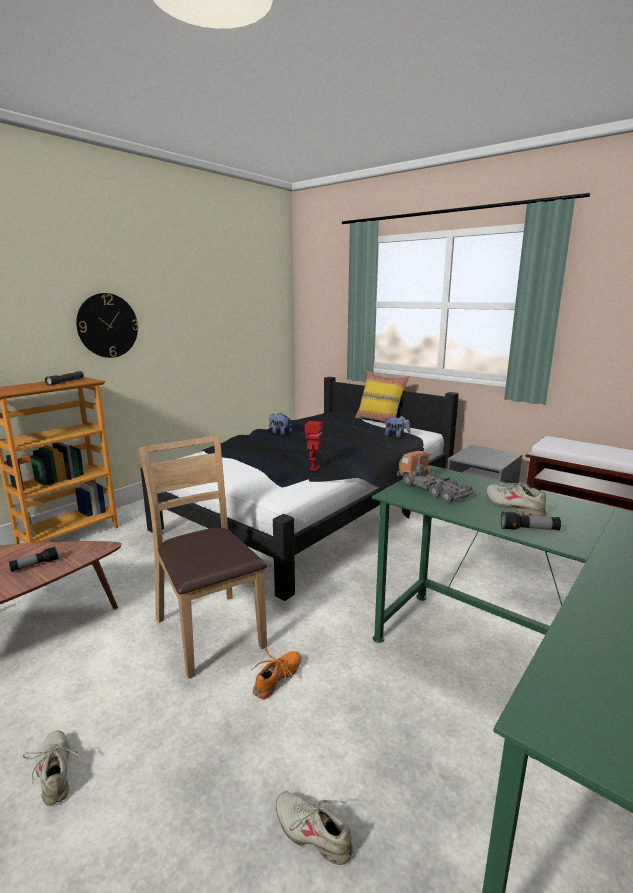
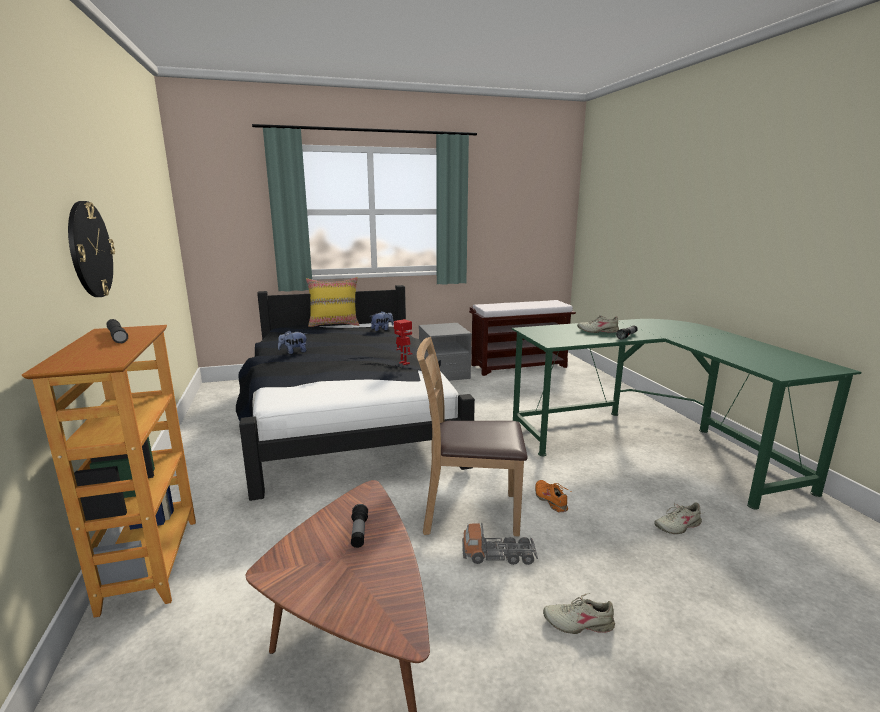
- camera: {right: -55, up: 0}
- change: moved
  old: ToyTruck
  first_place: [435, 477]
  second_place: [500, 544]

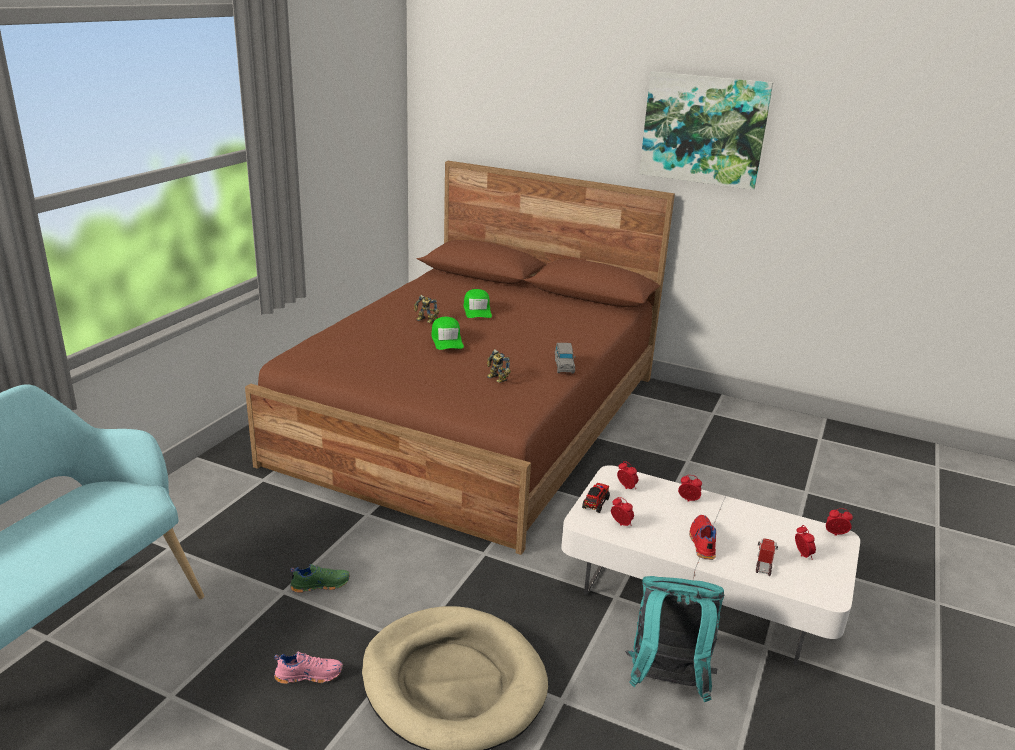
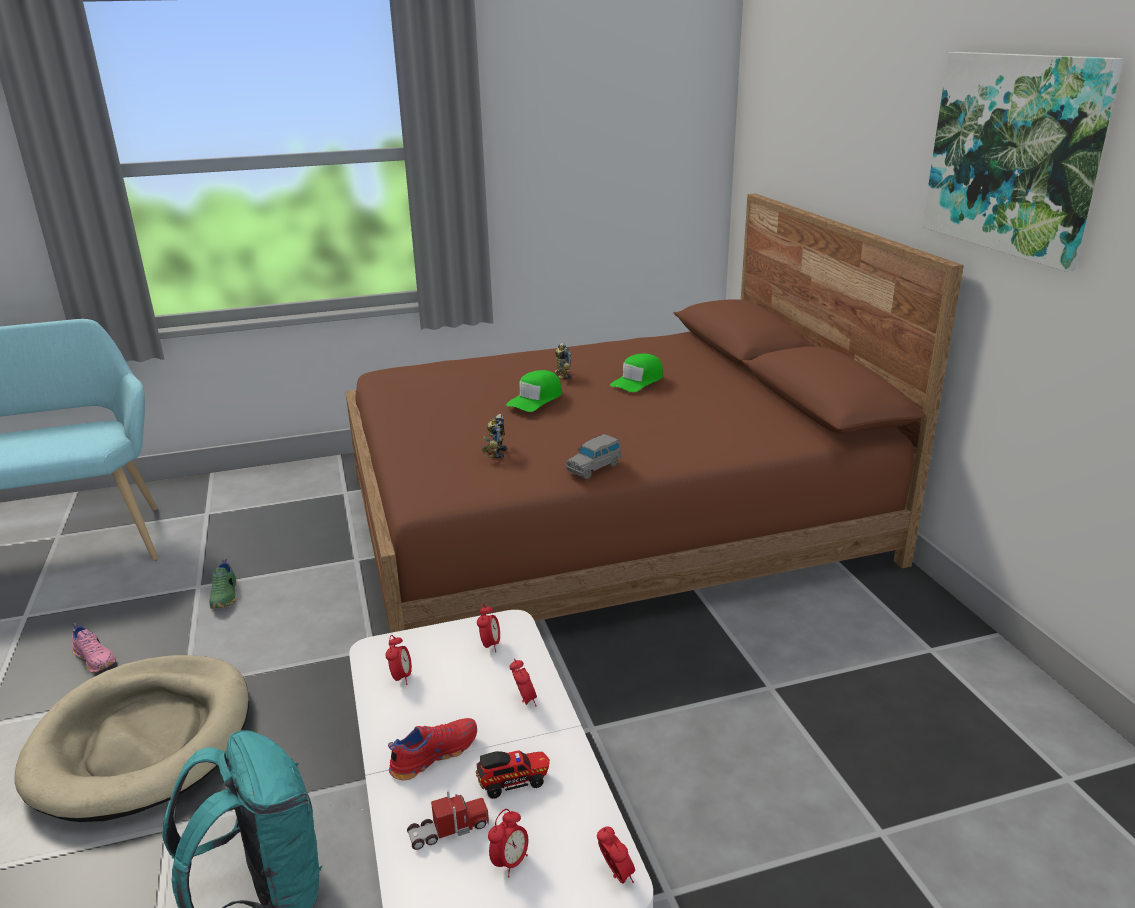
- camera: {right: 50, up: 0}
- change: moved
  old: ToyTruck
  first_place: [596, 498]
  second_place: [513, 774]
- change: turned
  old: GreenLowShoe
  first_place: [320, 578]
  second_place: [223, 584]
  degrees: 45

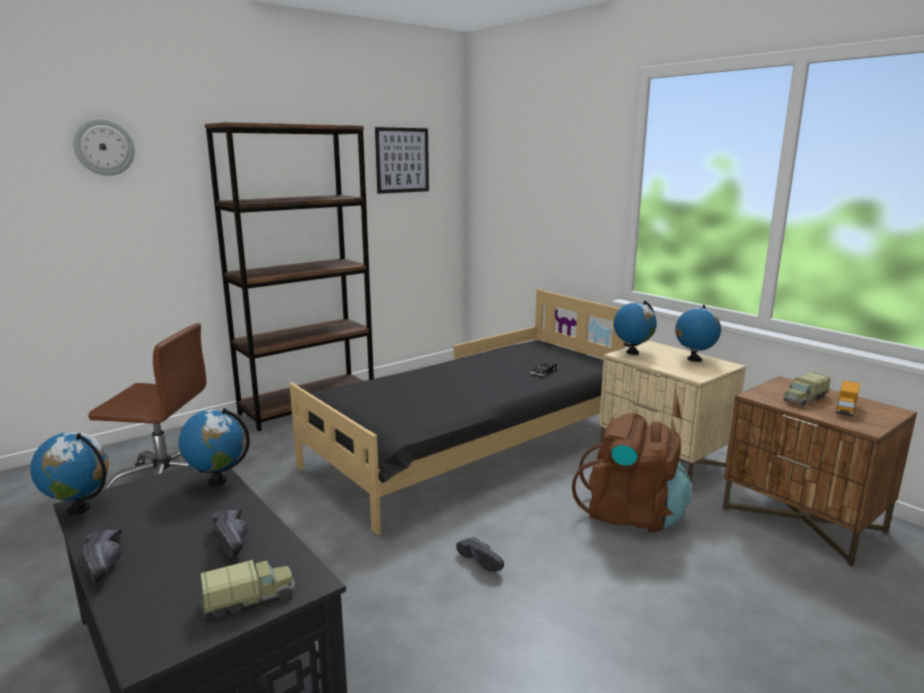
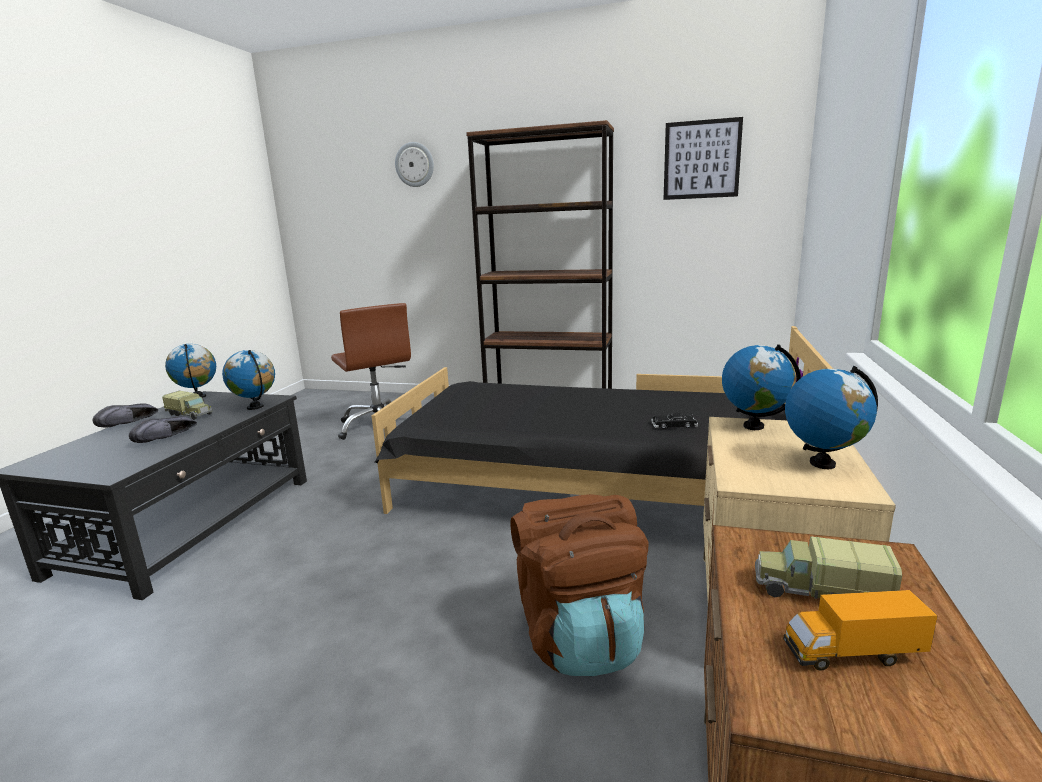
- camera: {right: 55, up: 0}
- change: removed
  old: BlackLowShoe
  first_place: [480, 554]
- change: moved
  old: ToyTruck
  first_place: [247, 589]
  second_place: [187, 405]

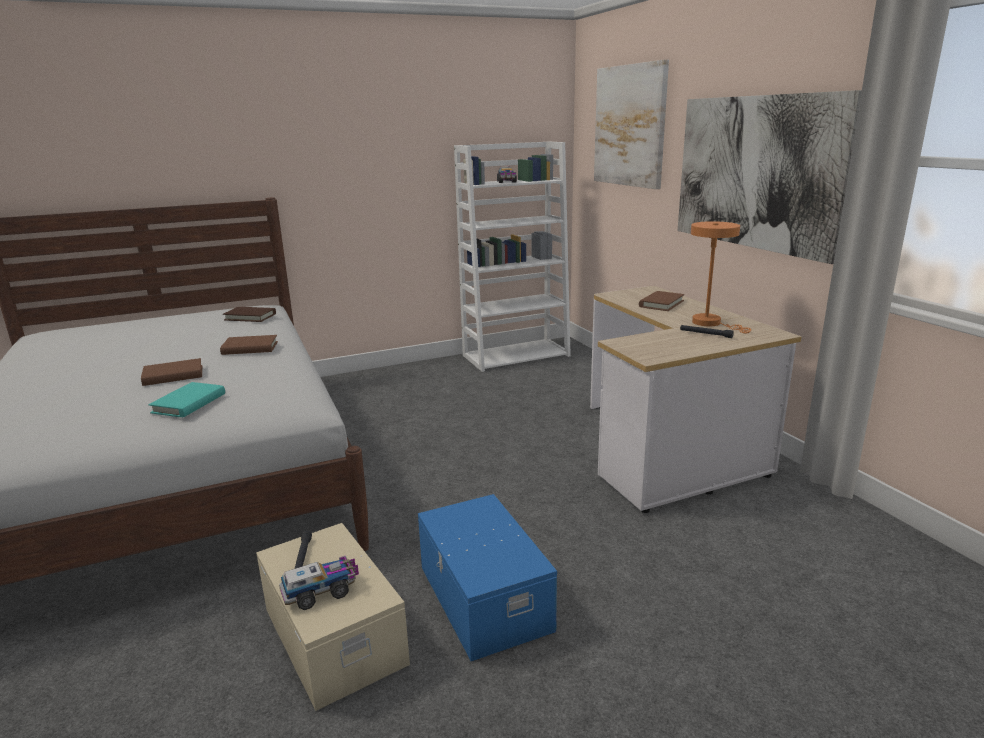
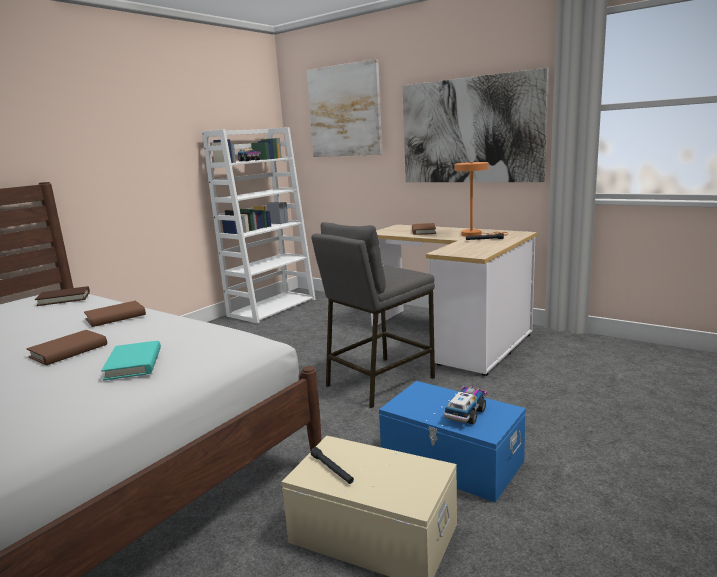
- camera: {right: -30, up: -5}
- change: moved
  old: ToyTruck
  first_place: [319, 582]
  second_place: [465, 405]
- change: added
  new: GreySittingStool
  second_place: [373, 315]

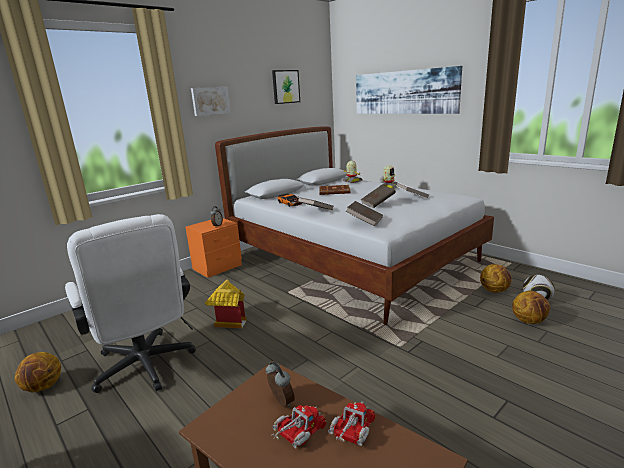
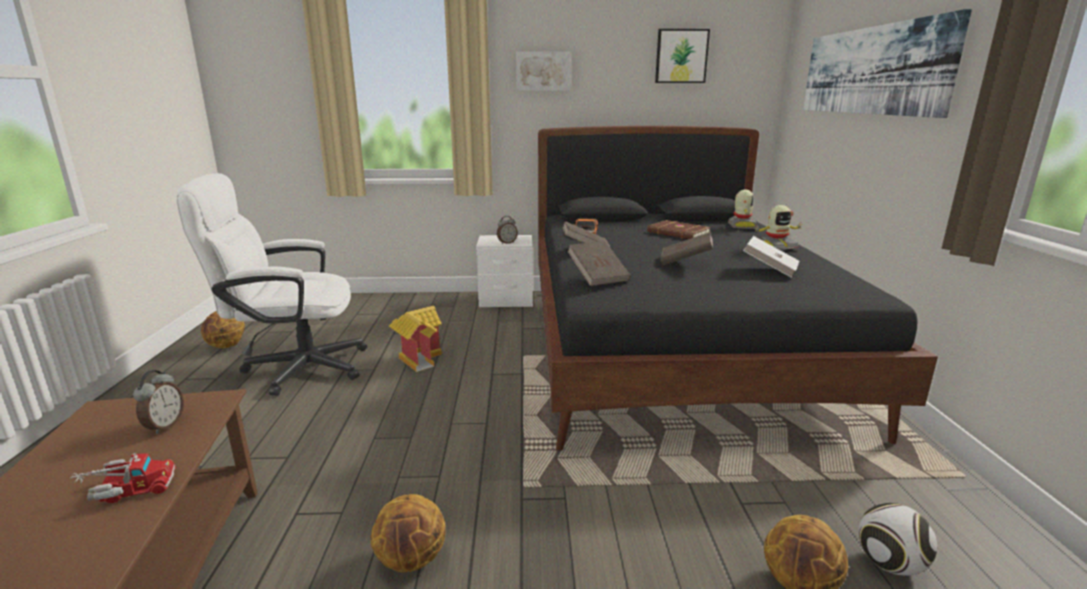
- camera: {right: 40, up: 0}
- change: recoloured
  old: WhiteColouredBed
  new: BlackBed
  first_place: [354, 225]
  second_place: [738, 288]
- change: turned
  old: WhiteColouredDeskChair
  first_place: [130, 303]
  second_place: [271, 284]
  degrees: 75
- change: recoloured
  old: OrangeBedsideTable
  new: WhiteColouredBedsideTable
  first_place: [214, 248]
  second_place: [504, 271]
- change: moved
  old: Basketball
  first_place: [496, 278]
  second_place: [408, 533]
- change: removed
  old: ToyTruck
  first_place: [299, 426]

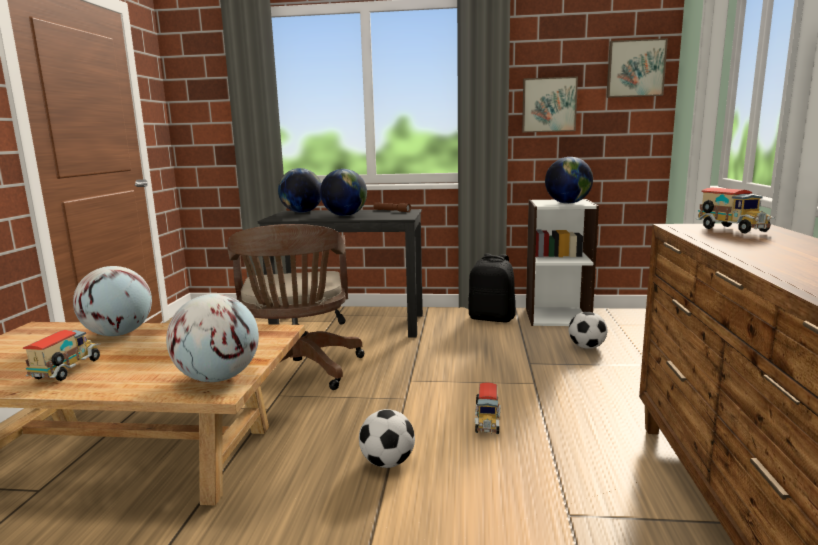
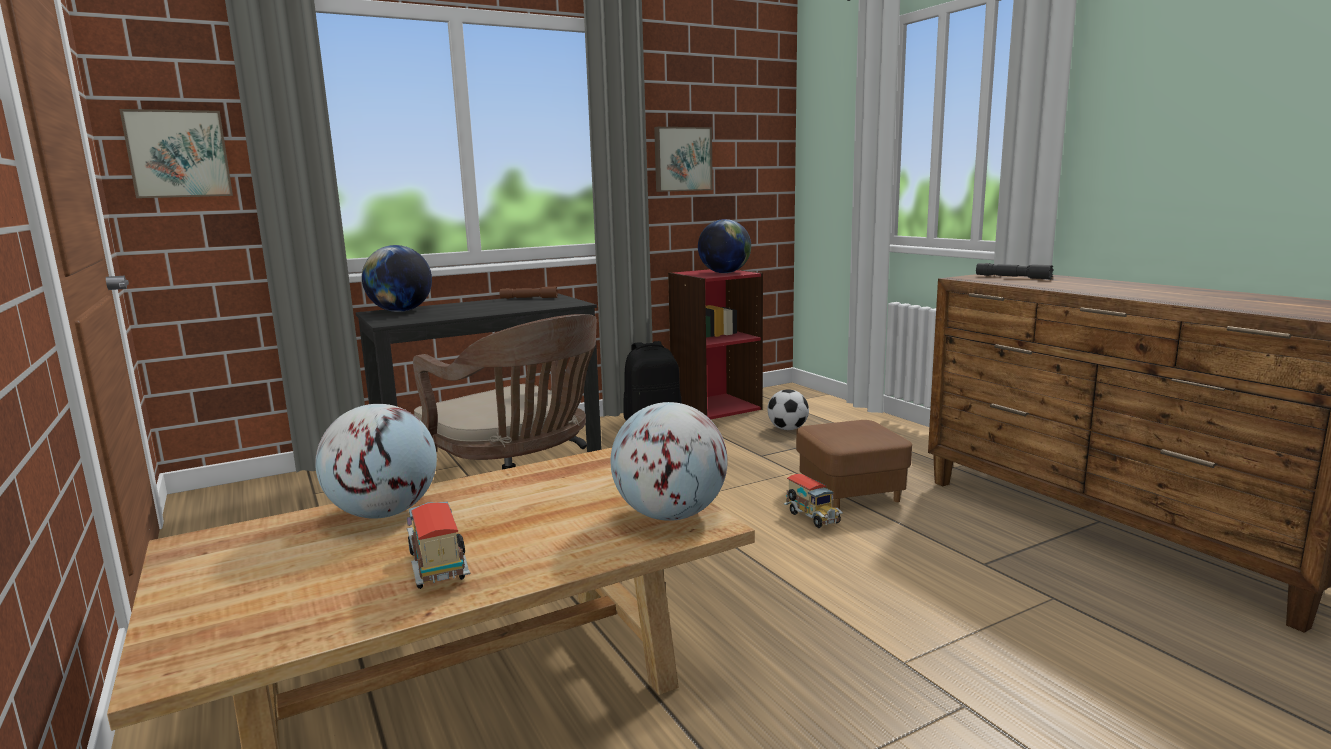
- camera: {right: -35, up: 0}
- change: moved
  old: Picture
  first_place: [637, 68]
  second_place: [176, 153]
- change: removed
  old: Globe
  first_place: [343, 192]
- change: replaced
  old: ToyTruck
  new: GreyTorch
  first_place: [735, 210]
  second_place: [1014, 271]
- change: recoloured
  old: WhiteColouredBookcase
  new: RedColouredBookcase
  first_place: [562, 262]
  second_place: [715, 344]
- change: removed
  old: Football
  first_place: [387, 438]
- change: added
  new: BrownPouffe
  second_place: [854, 464]

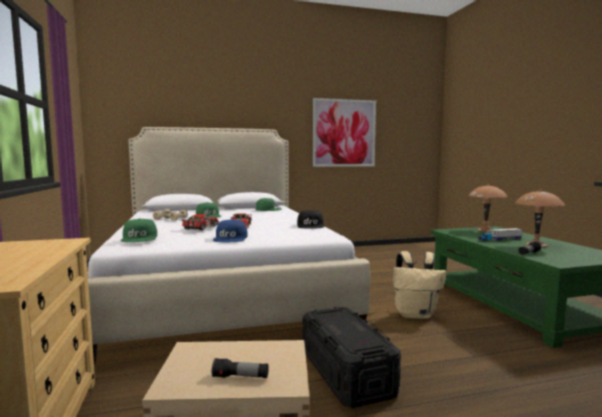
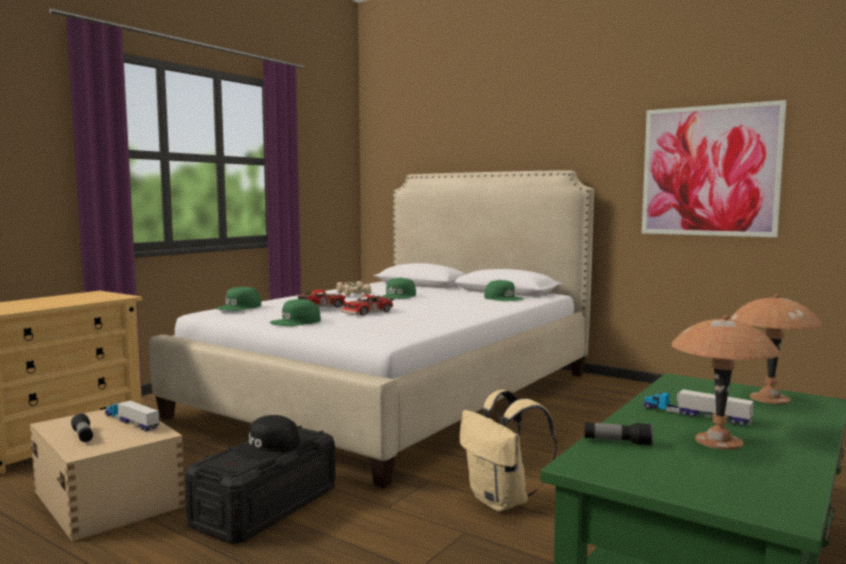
- camera: {right: 50, up: 0}
- change: moved
  old: BlackPeakedCap
  first_place: [310, 219]
  second_place: [266, 437]
- change: recoloured
  old: BluishPeakedCap
  new: GreenPeakedCap
  first_place: [230, 230]
  second_place: [295, 312]
- change: added
  new: ToyTruck
  second_place: [132, 416]

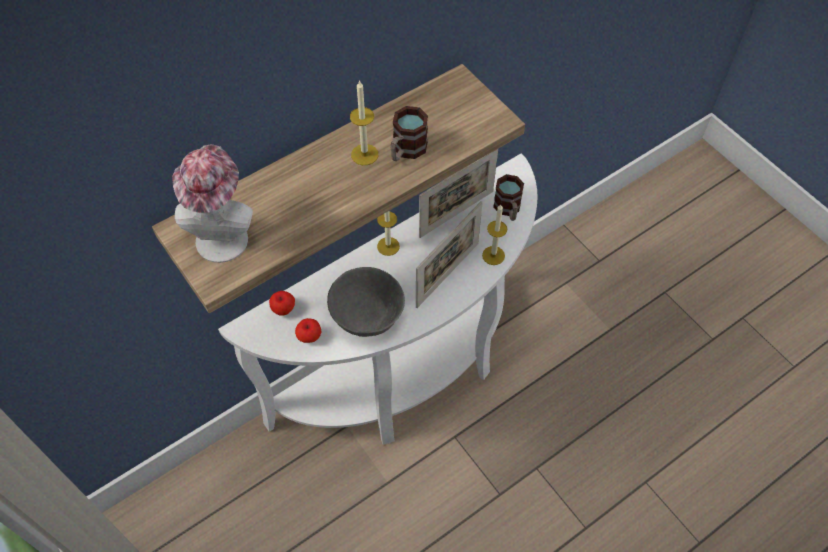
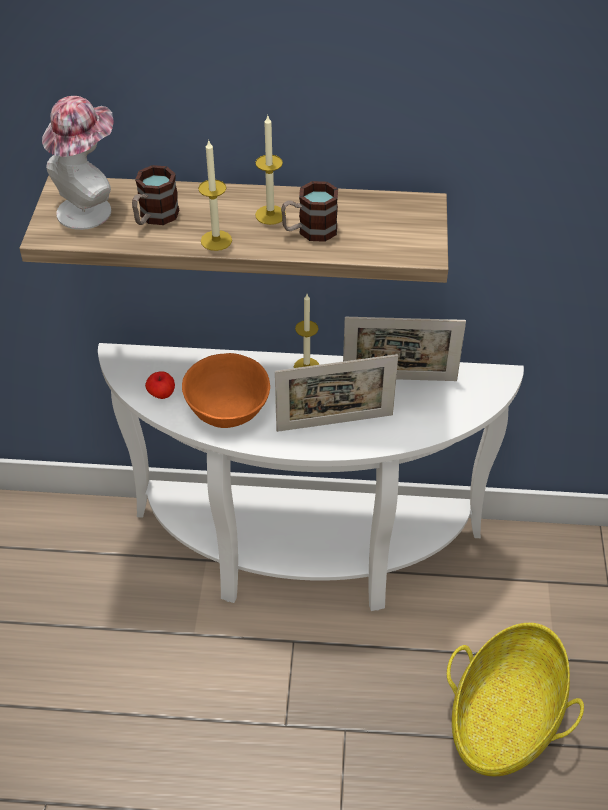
- camera: {right: 40, up: -10}
- change: moved
  old: TeaMug
  first_place: [508, 197]
  second_place: [155, 195]
- change: moved
  old: WaxCandle
  first_place: [494, 235]
  second_place: [215, 196]
- change: recoloured
  old: GreyServingBowl
  new: OrangeServingBowl
  first_place: [366, 302]
  second_place: [226, 390]
- change: removed
  old: WholeApple
  first_place: [282, 303]
- change: added
  new: Basket
  second_place: [515, 699]

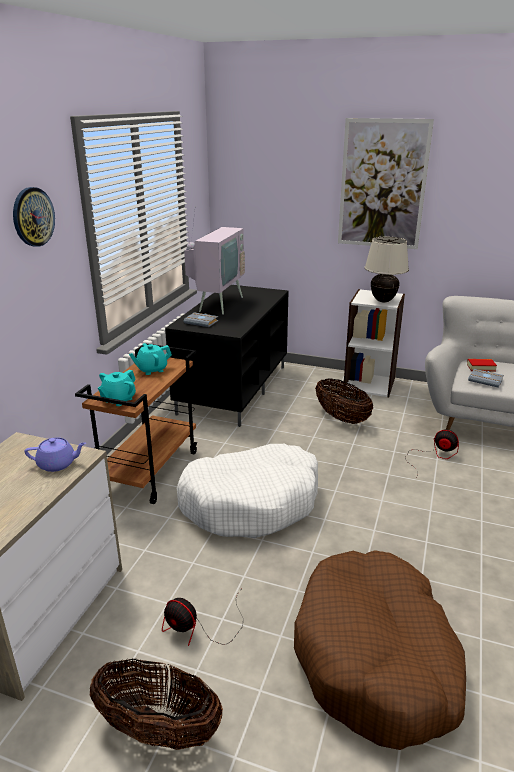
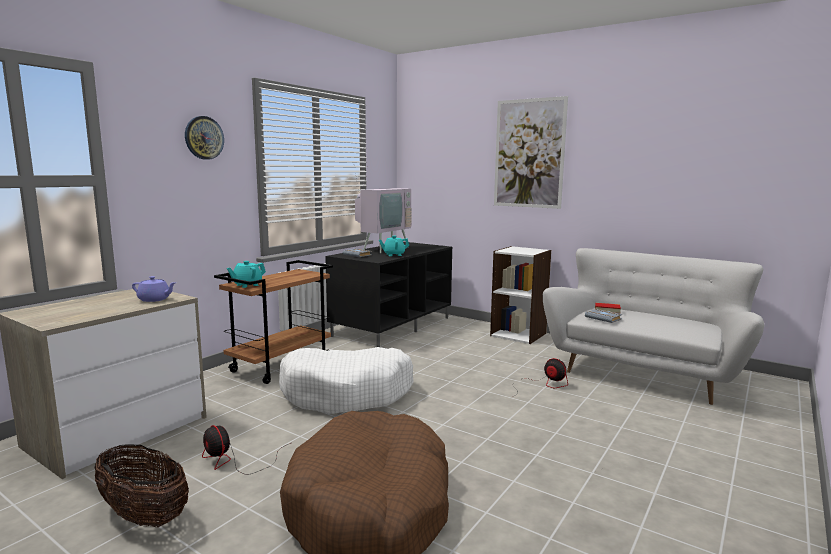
- camera: {right: 15, up: -15}
- change: removed
  old: BeigeTabletopLamp
  first_place: [387, 269]
- change: moved
  old: TurquoiseColouredPotForTea
  first_place: [150, 359]
  second_place: [394, 246]
- change: removed
  old: Basket
  first_place: [344, 401]

